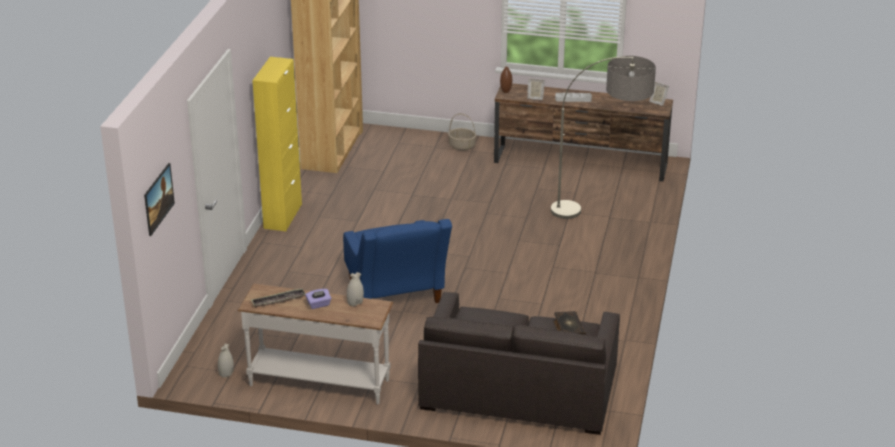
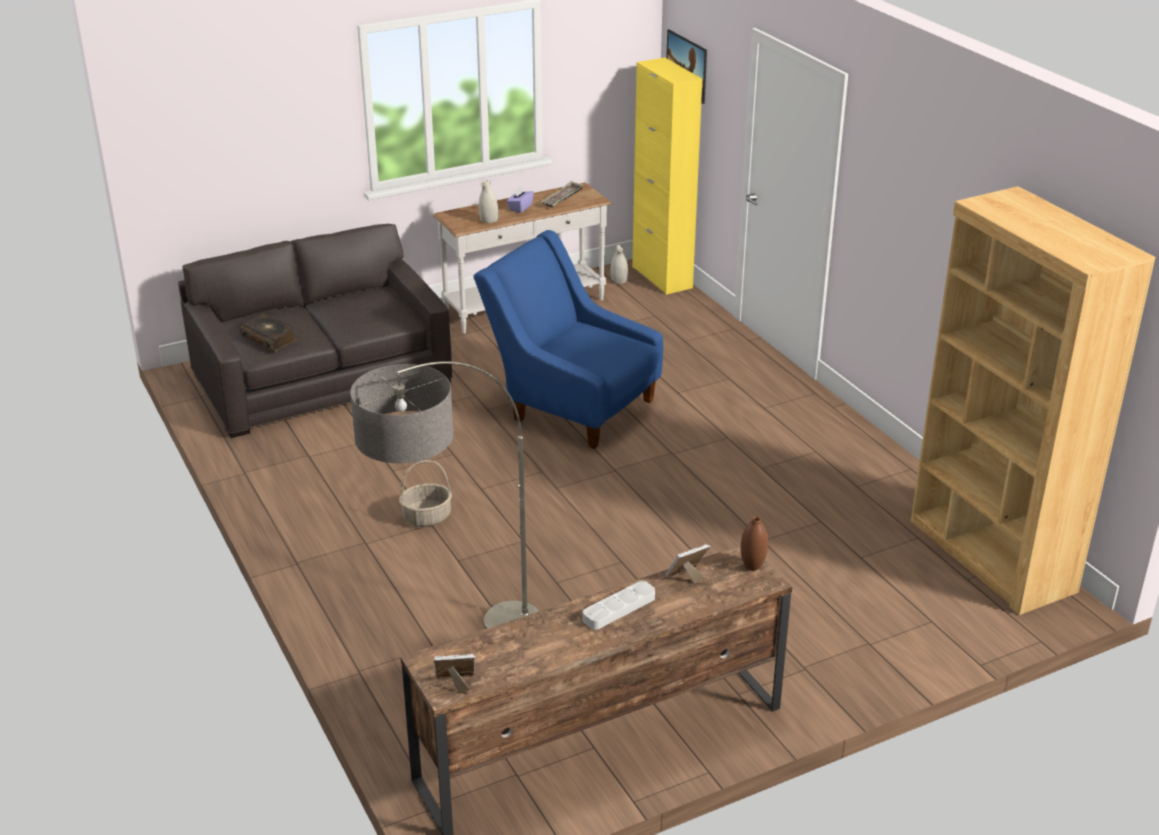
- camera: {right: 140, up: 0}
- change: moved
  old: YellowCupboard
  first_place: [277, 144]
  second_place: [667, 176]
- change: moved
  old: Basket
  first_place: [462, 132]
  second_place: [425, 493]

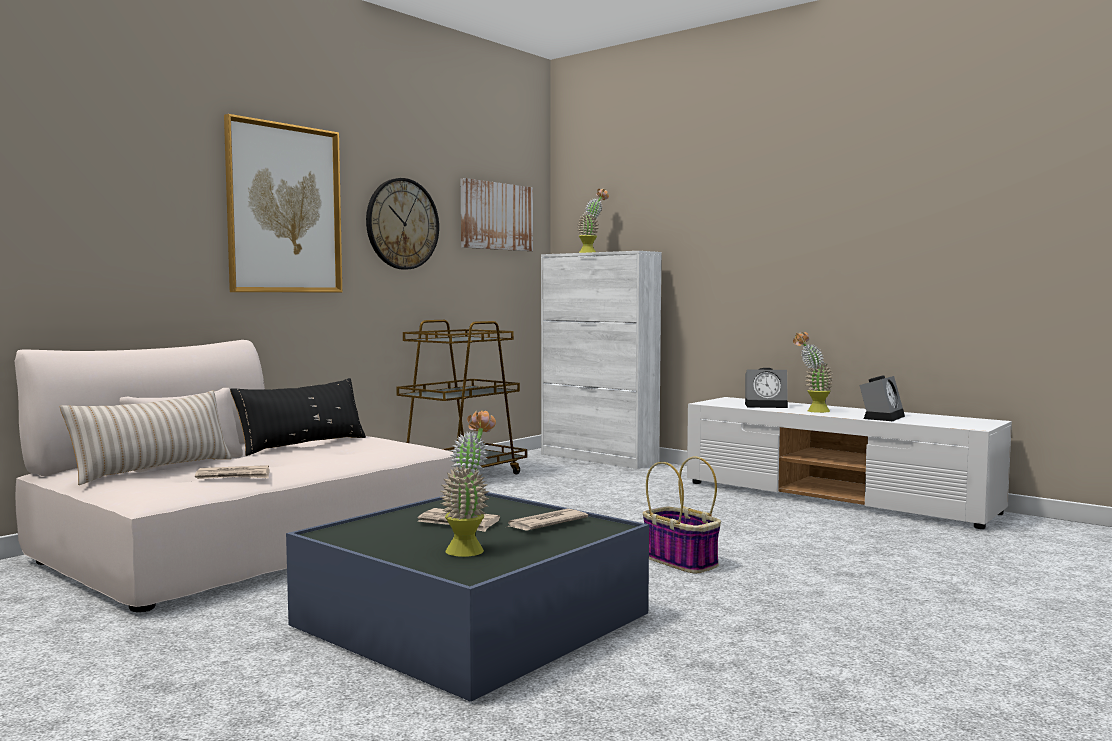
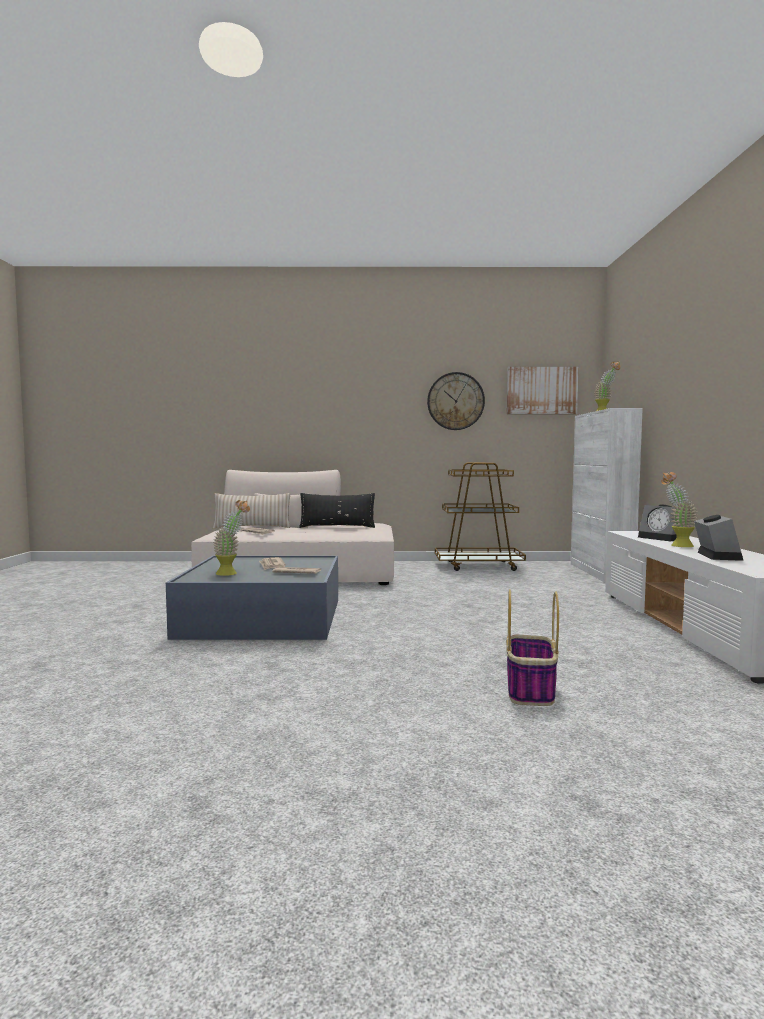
- camera: {right: 50, up: 0}
- change: removed
  old: Picture
  first_place: [283, 203]
- change: turned
  old: TableClock
  first_place: [882, 398]
  second_place: [719, 538]
  degrees: -75
- change: moved
  old: Basket
  first_place: [682, 515]
  second_place: [532, 647]

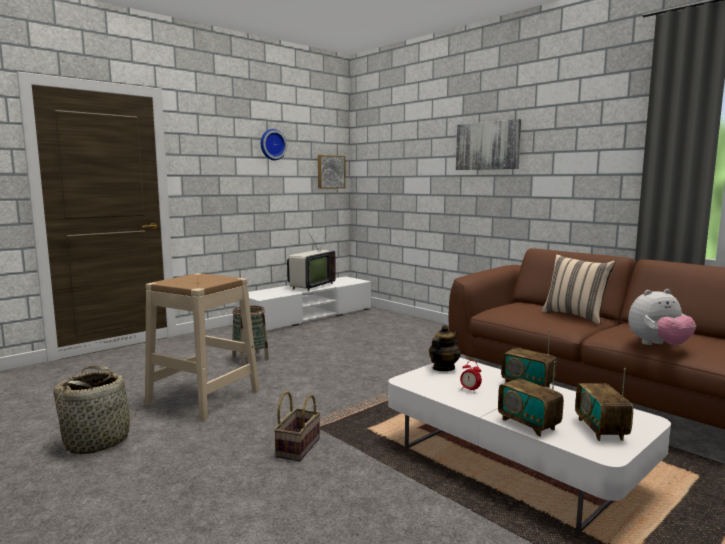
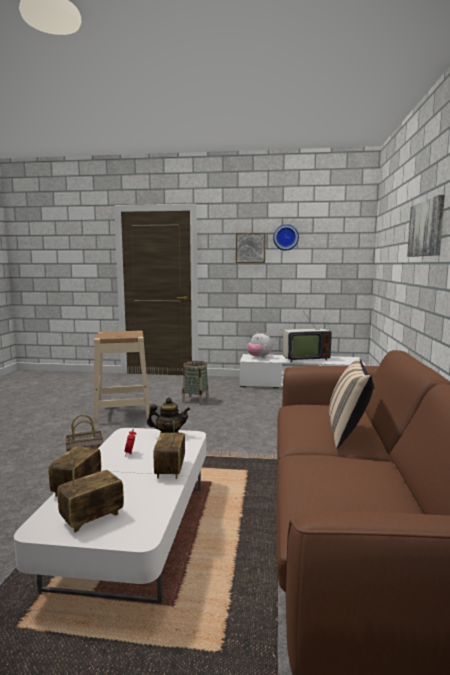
- camera: {right: 50, up: 0}
- change: moved
  old: Picture
  first_place: [332, 172]
  second_place: [251, 248]
- change: moved
  old: SoftToy
  first_place: [662, 317]
  second_place: [259, 345]
- change: removed
  old: Basket
  first_place: [97, 409]

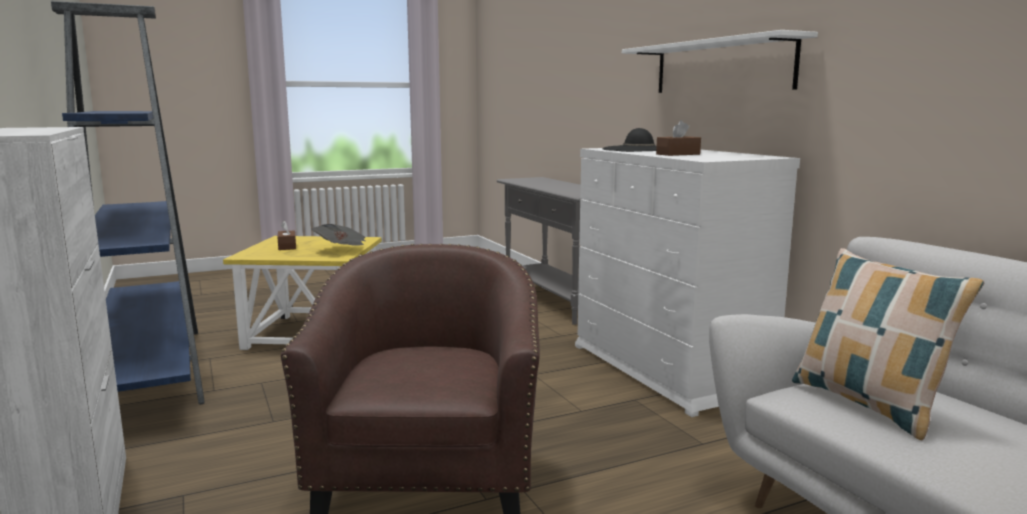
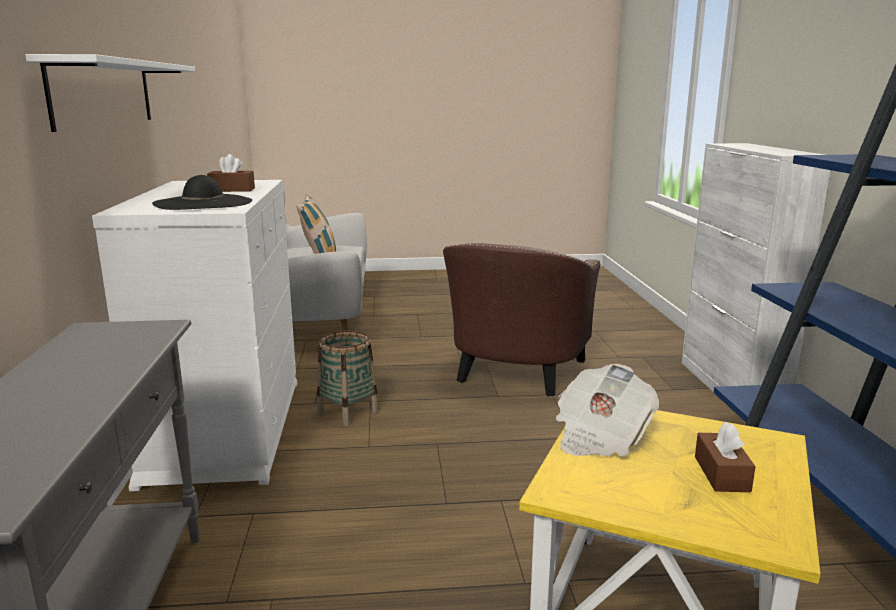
- camera: {right: -160, up: 5}
- change: added
  new: Basket
  second_place: [348, 378]

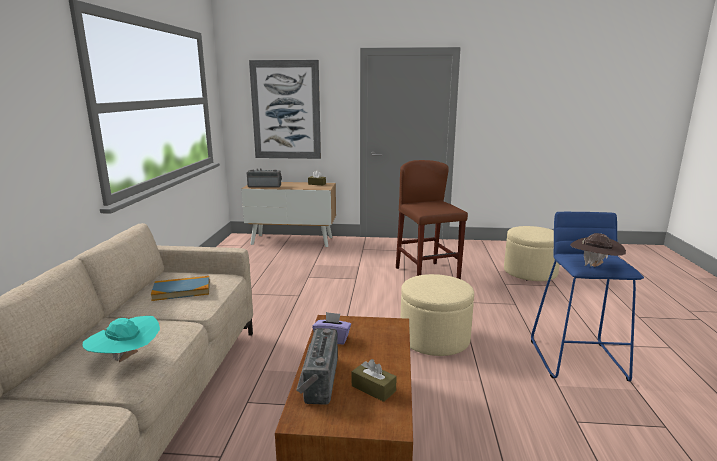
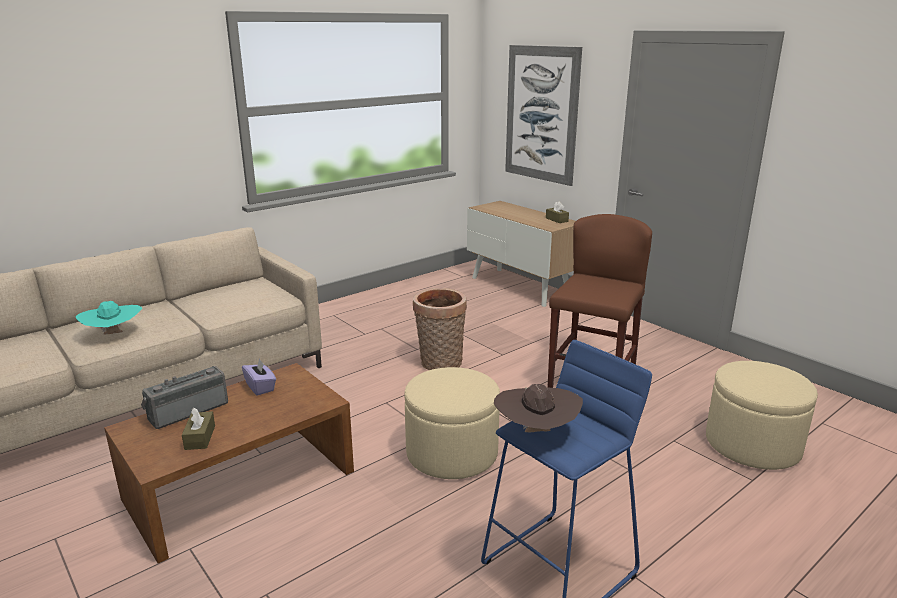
- camera: {right: 45, up: 5}
- change: removed
  old: RadioReceiver
  first_place: [264, 177]
- change: removed
  old: BoundBook
  first_place: [180, 288]
- change: added
  new: Basket
  second_place: [440, 329]

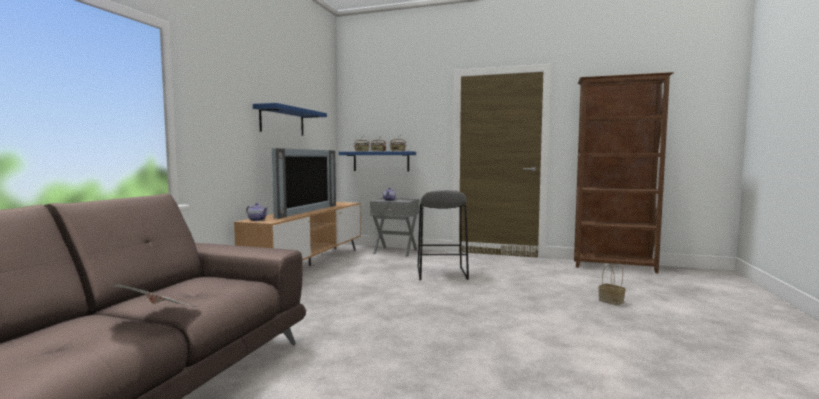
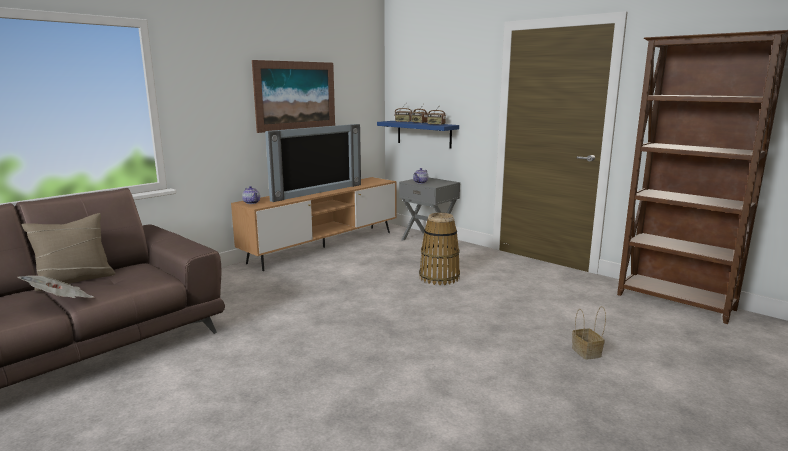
- camera: {right: 25, up: 10}
- change: replaced
  old: BluishShelf
  new: Picture
  first_place: [290, 119]
  second_place: [293, 96]
- change: replaced
  old: GreySittingStool
  new: Basket
  first_place: [443, 235]
  second_place: [439, 249]
- change: added
  new: BeigeThrowPillow
  second_place: [69, 252]

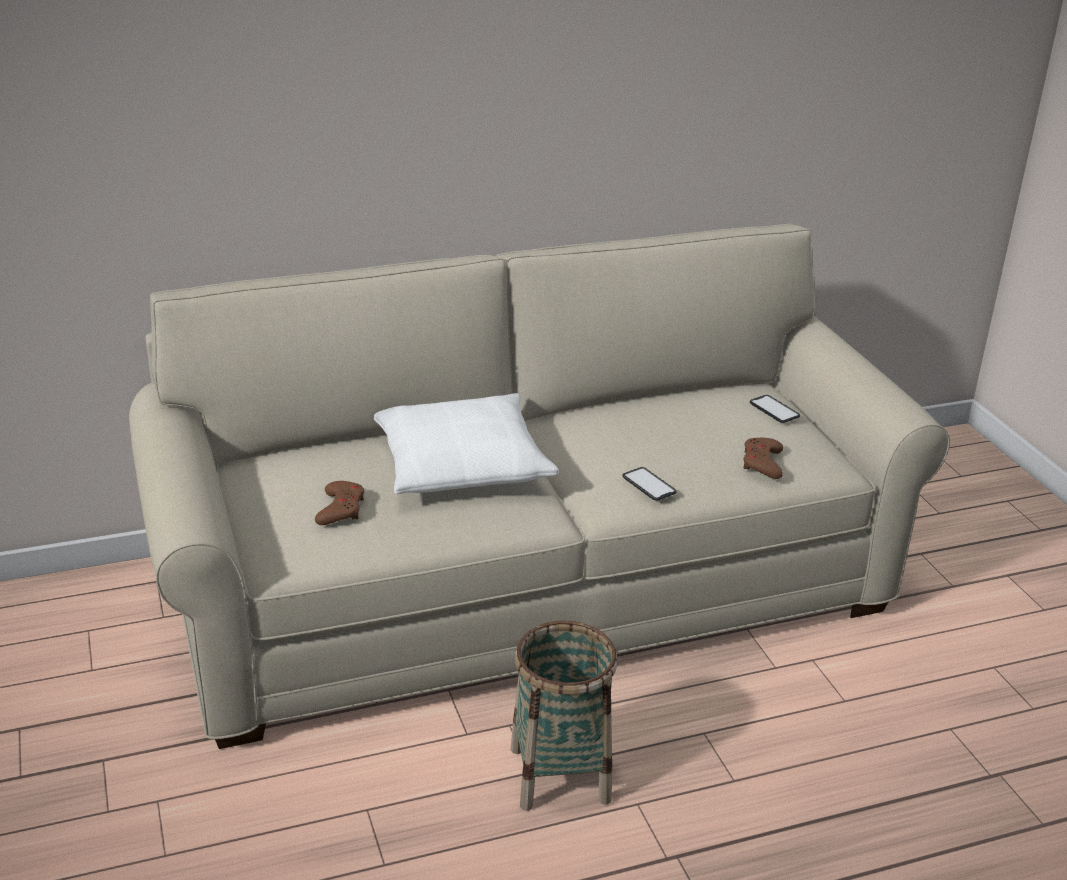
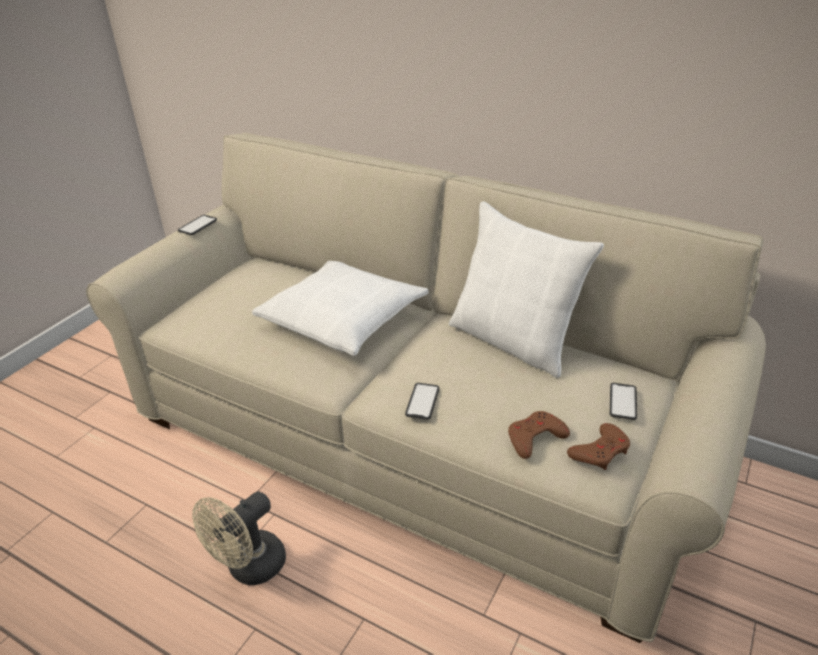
- camera: {right: 50, up: 5}
- change: moved
  old: BrownGameController
  first_place: [339, 503]
  second_place: [598, 446]
- change: replaced
  old: Basket
  new: BeigeFan
  first_place: [564, 716]
  second_place: [239, 538]
- change: added
  new: WhiteColouredThrowPillow
  second_place: [526, 289]
- change: added
  new: Telephone
  second_place: [197, 225]

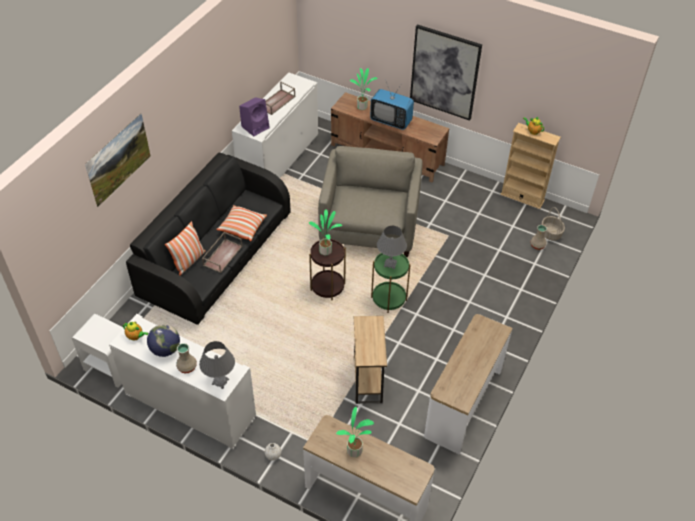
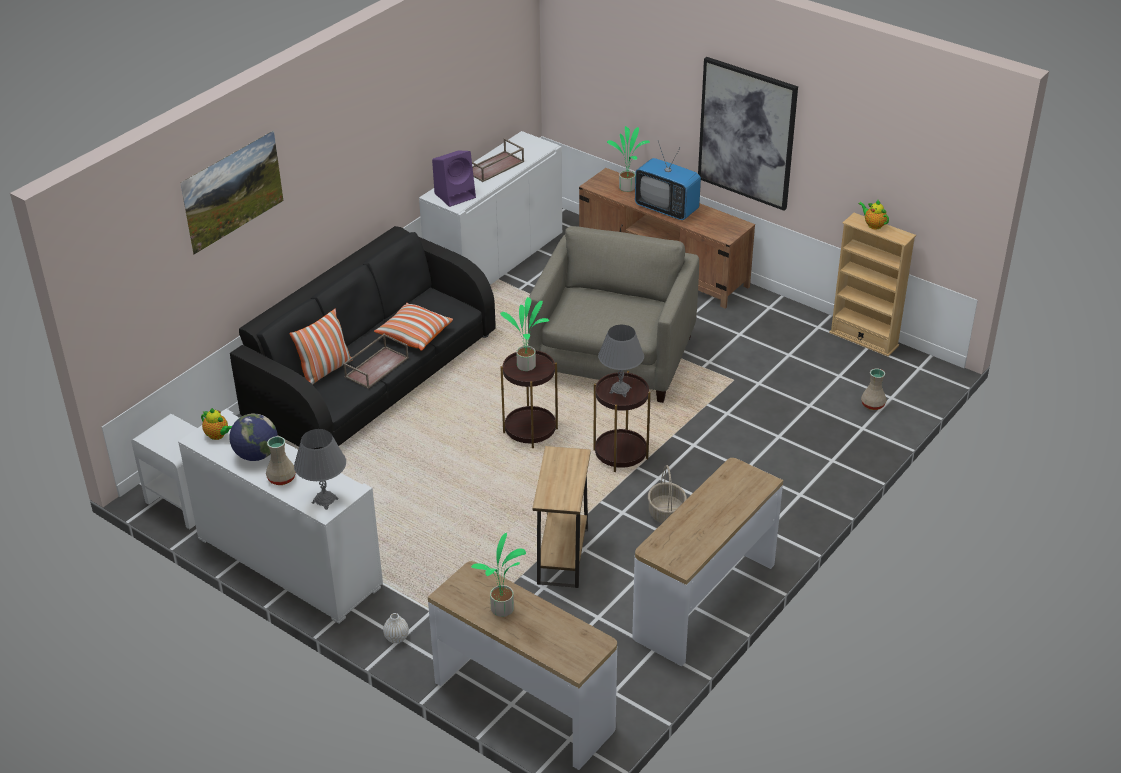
- camera: {right: 10, up: -10}
- change: moved
  old: Basket
  first_place: [553, 224]
  second_place: [667, 494]
- change: recoloured
  old: GreenEndTable
  new: BrownEndTable
  first_place: [391, 283]
  second_place: [622, 421]

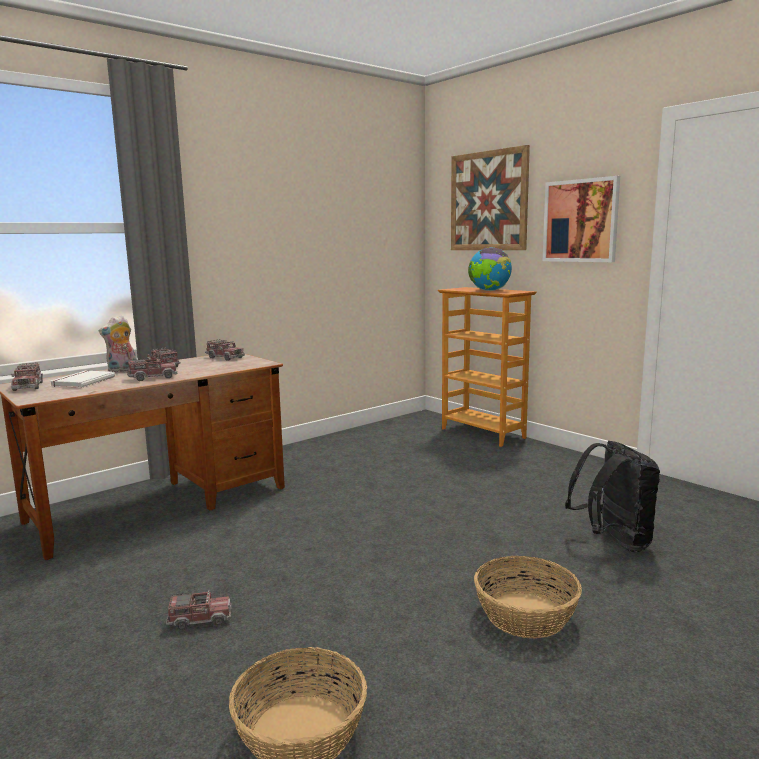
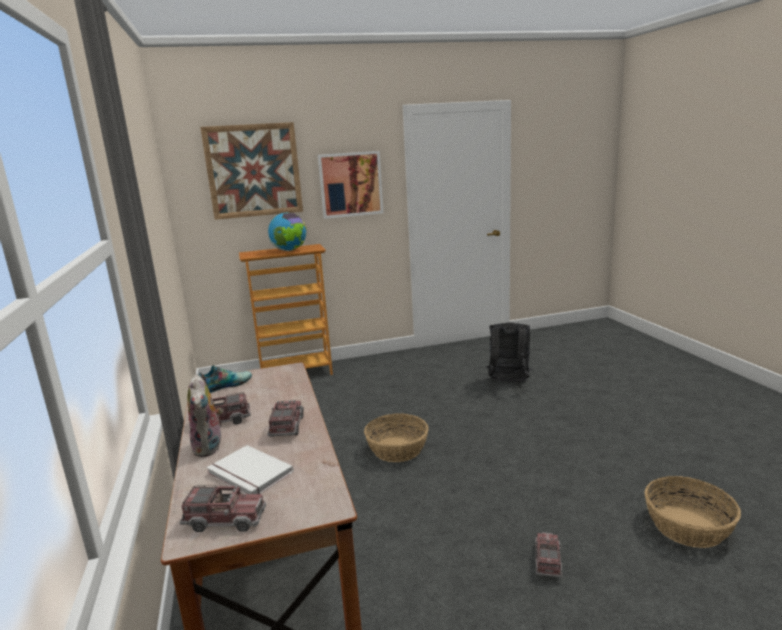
- camera: {right: -65, up: 5}
- change: replaced
  old: ToyTruck
  new: LowShoe
  first_place: [225, 350]
  second_place: [225, 379]
- change: moved
  old: Basket
  first_place: [528, 597]
  second_place: [396, 437]

